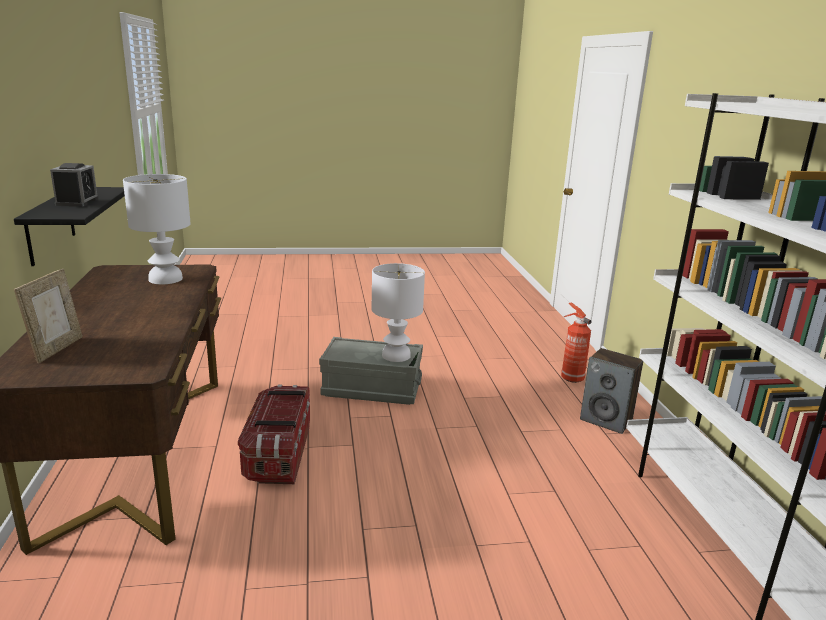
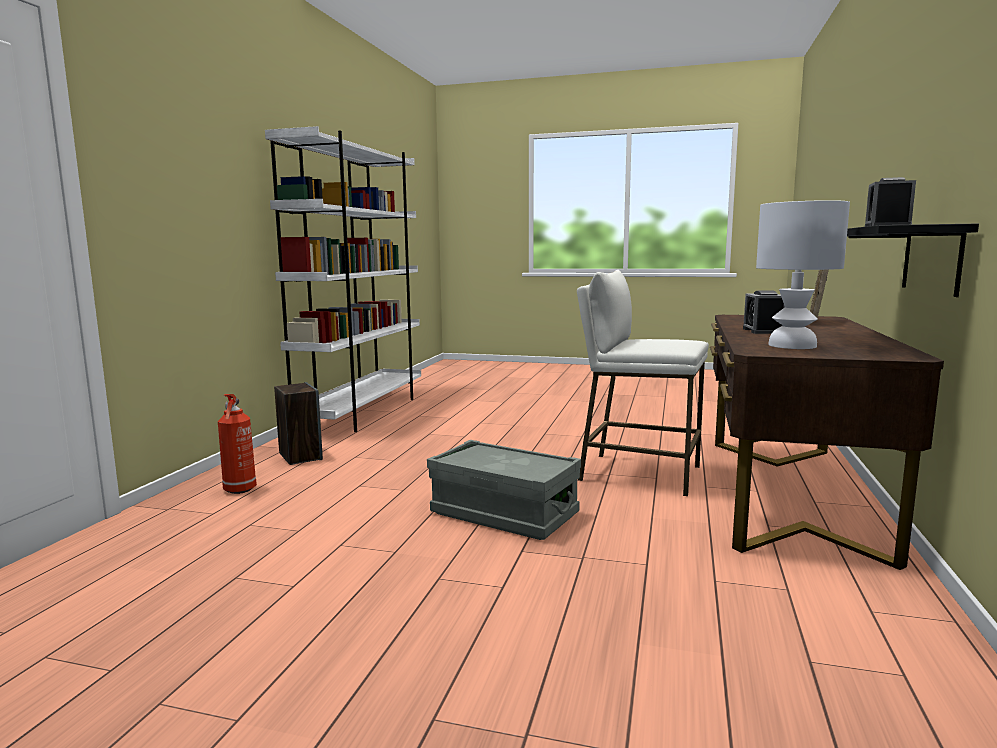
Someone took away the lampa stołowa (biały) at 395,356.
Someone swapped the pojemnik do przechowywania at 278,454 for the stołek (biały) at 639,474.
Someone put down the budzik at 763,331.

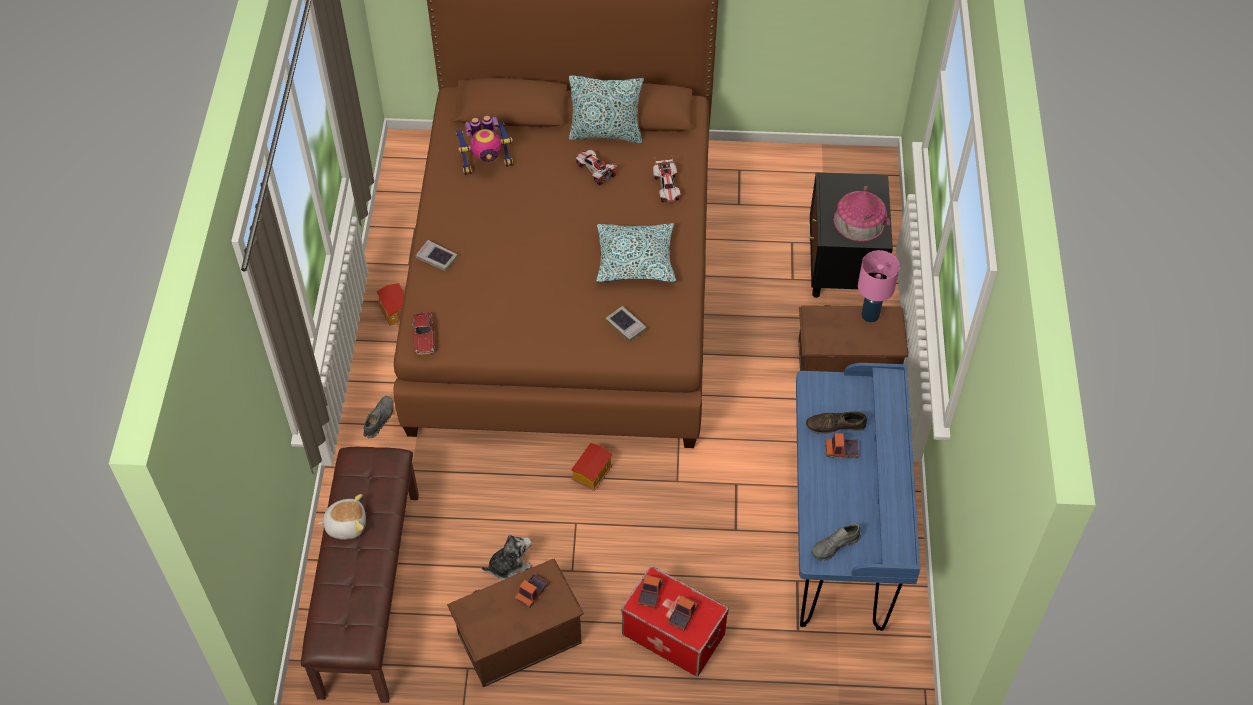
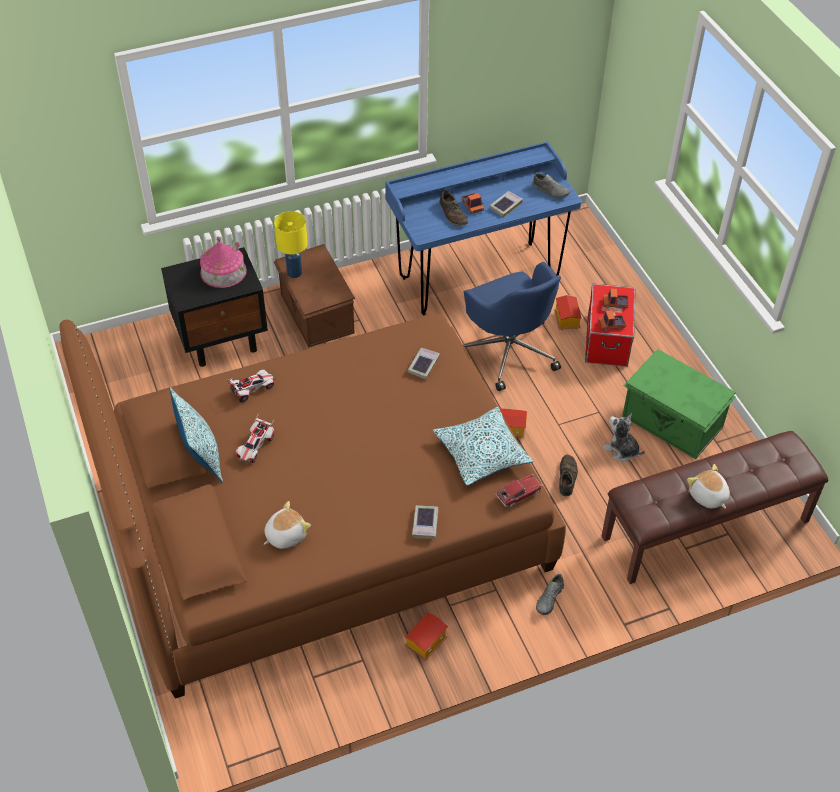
Someone swapped the robot zabawkowy at 486,163 for the pluszak at 285,535.
Someone carried the poduszka from 635,260 to 481,453.
Someone repainted the lampa stołowa (różowy) at 869,315, which became the lampa stołowa (żółty) at 294,273.
Someone rotated the but (szary) at 379,419 by 60 degrees counterclockwise.
Someone repainted the pojemnik do przechowywania (brązowy) at 518,637, which became the pojemnik do przechowywania (zielony) at 672,423.
Someone took away the ciężarówka zabawkowa at 531,593.
Someone put down the książka at 505,206.
Someone put down the krzesło biurowe (niebieski) at 508,350.
Someone put down the domek at 566,320.
Someone put down the but (brązowy) at 567,477.

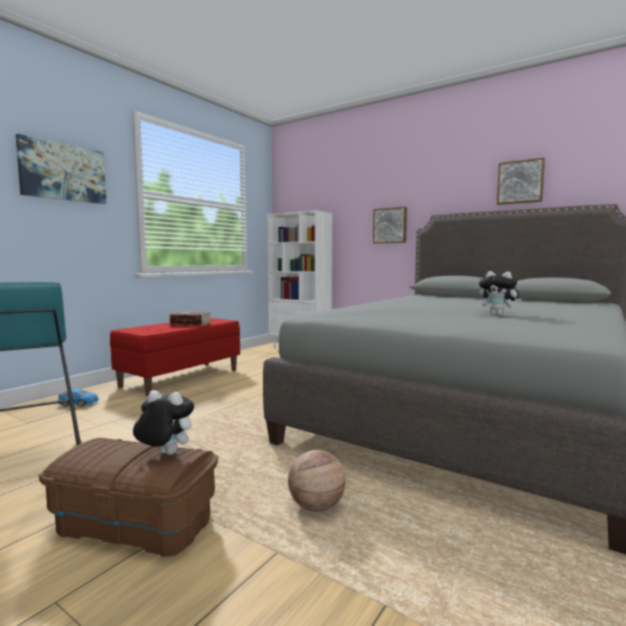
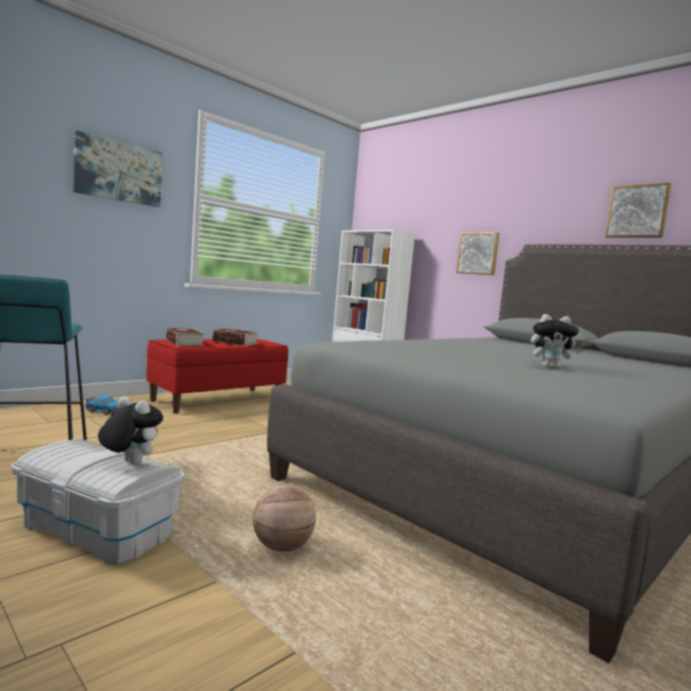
Someone rotated the pluszak at 498,315 by 45 degrees counterclockwise.
Someone repainted the pojemnik do przechowywania (brązowy) at 136,523, which became the pojemnik do przechowywania (biały) at 98,529.
Someone put down the książka at 184,343.

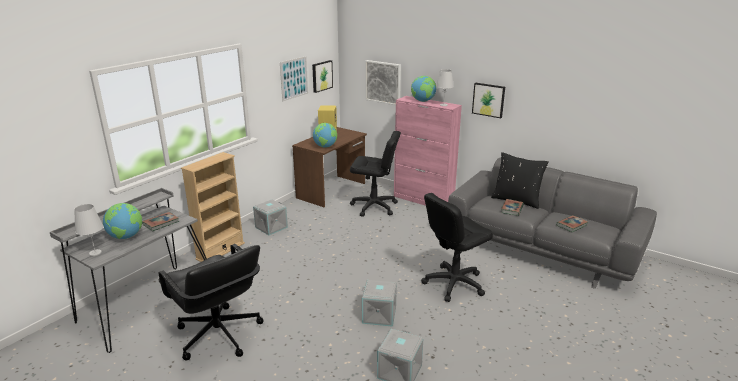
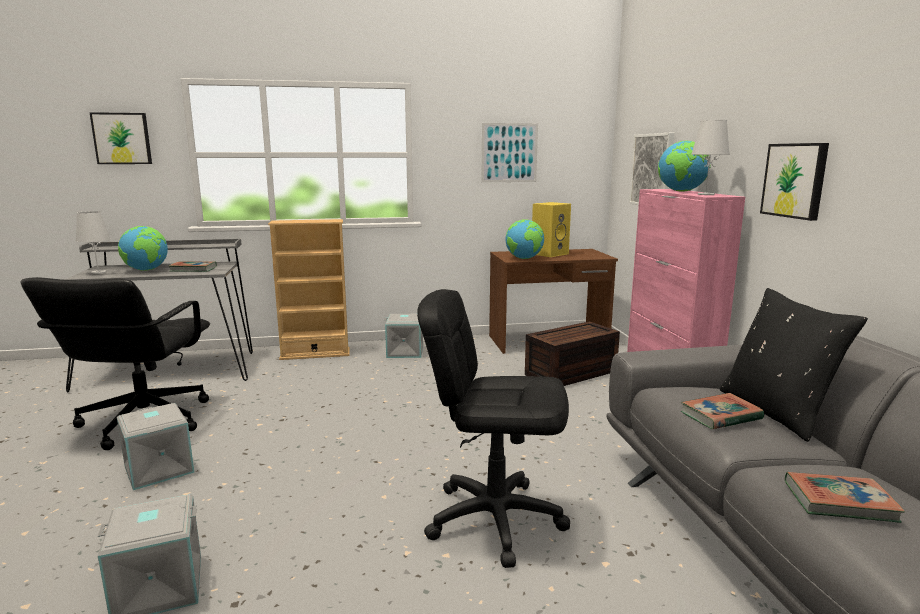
Someone carried the obraz from 321,76 to 122,138.
Someone swapped the krzesło biurowe (czarny) at 374,207 for the pojemnik do przechowywania (brązowy) at 571,374.
Someone carried the pojemnik do przechowywania (szary) from 379,314 to 160,469.

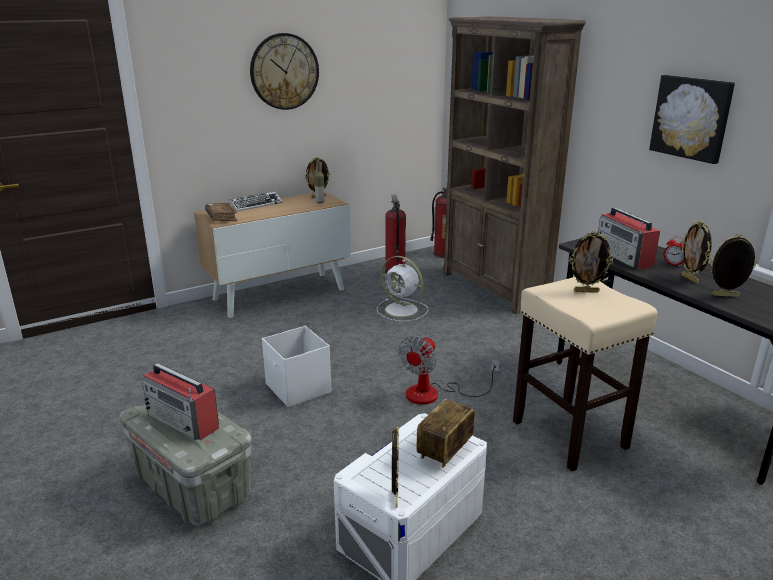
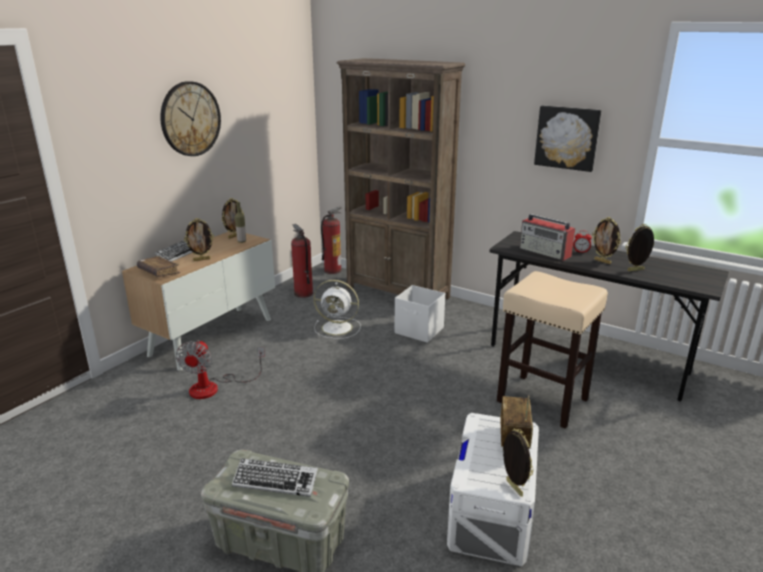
Someone carried the ramka na zdjęcie from 586,291 to 202,259.
Someone carried the pojemnik do przechowywania (biały) from 298,389 to 419,331.
Someone carried the wentylator from 434,394 to 214,387.
Someone swapped the radio at 184,421 for the klawiatura at 275,481.

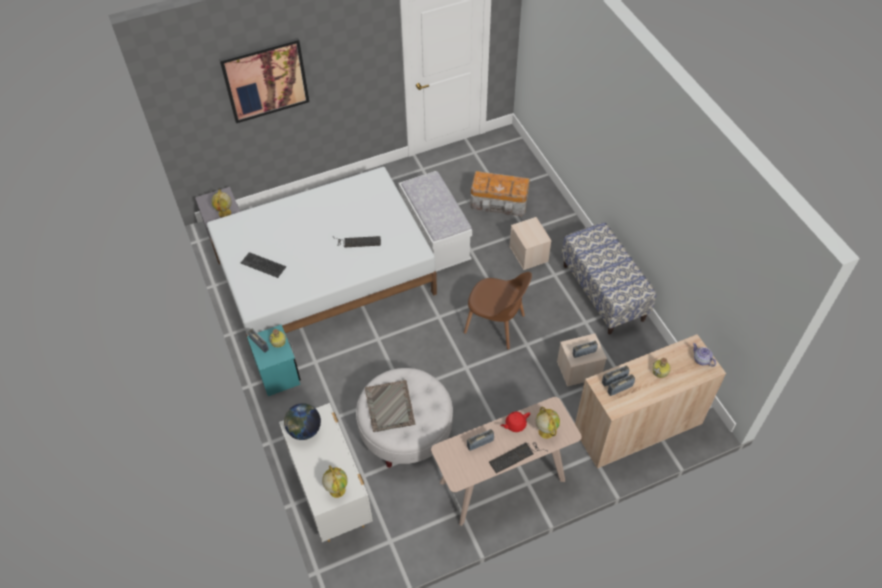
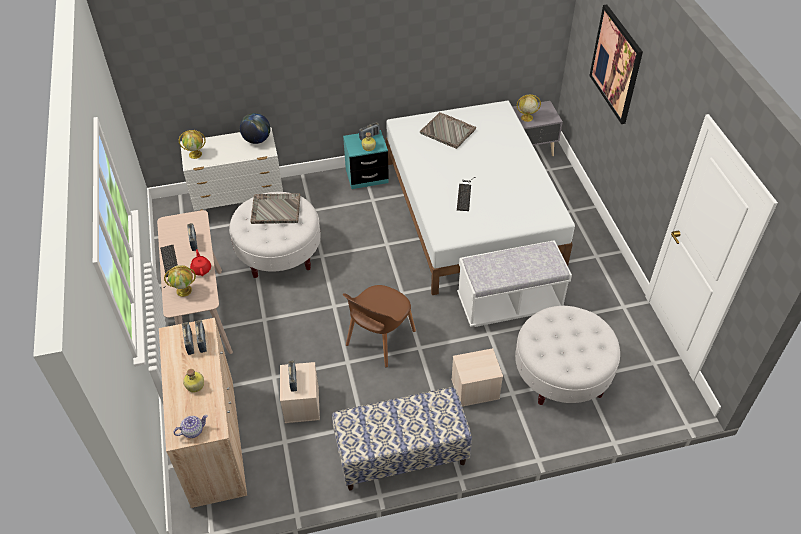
Someone swapped the pojemnik do przechowywania at 500,203 for the pufa (biały) at 561,374.
Someone swapped the klawiatura at 263,265 for the taca (szary) at 448,131.

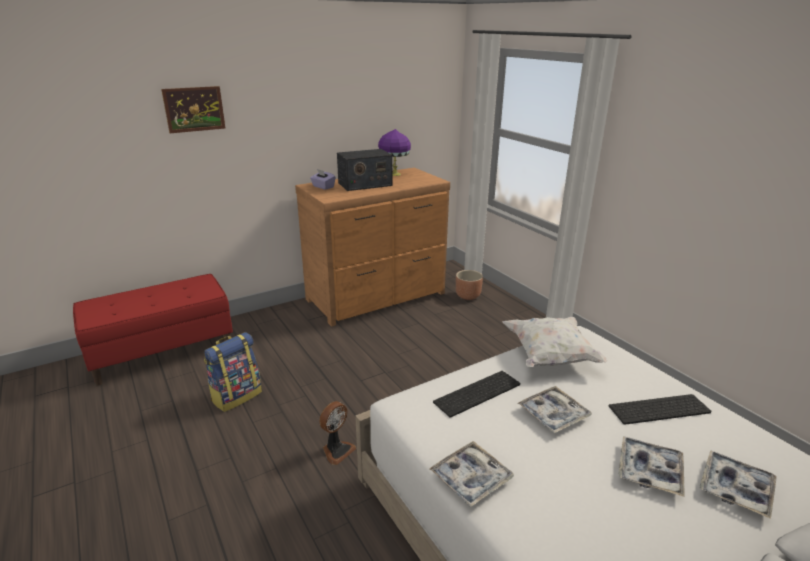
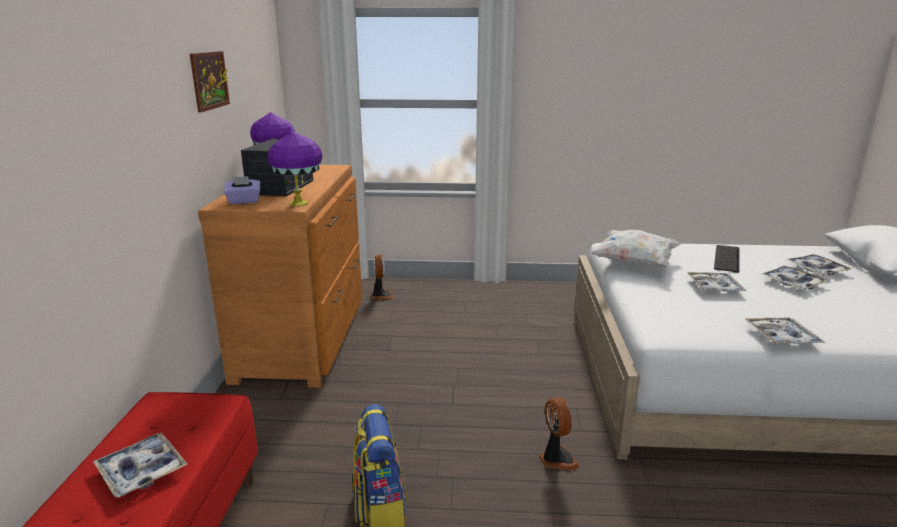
Someone carried the obraz from 194,109 to 209,80.
Someone swapped the donica (brązowy) at 467,296 for the wentylator at 381,295.
Someone took away the klawiatura at 478,394.
Someone put down the lampa stołowa (fioletowy) at 299,203.
Someone put down the taca at 142,471.

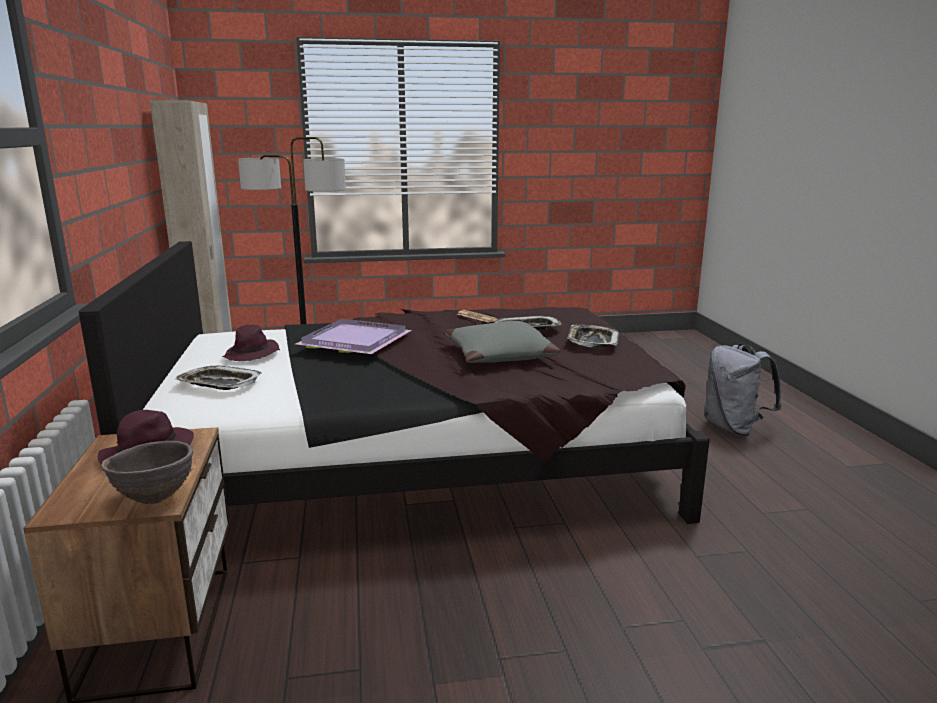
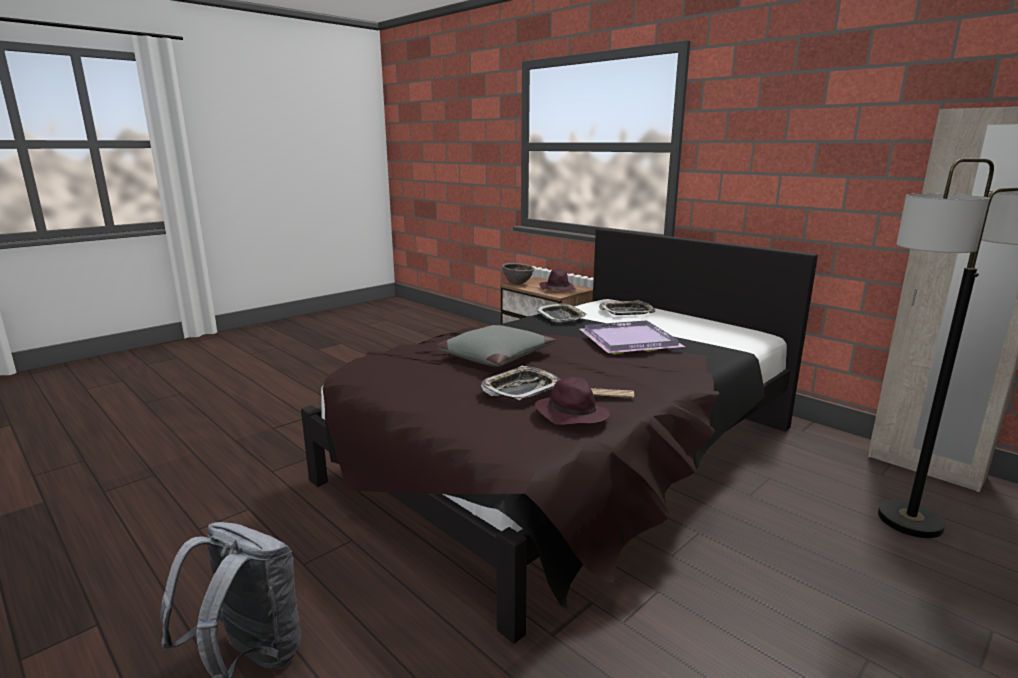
Someone carried the kapelusz (fioletowy) from 252,355 to 570,414.
Someone carried the taca from 592,341 to 561,317.

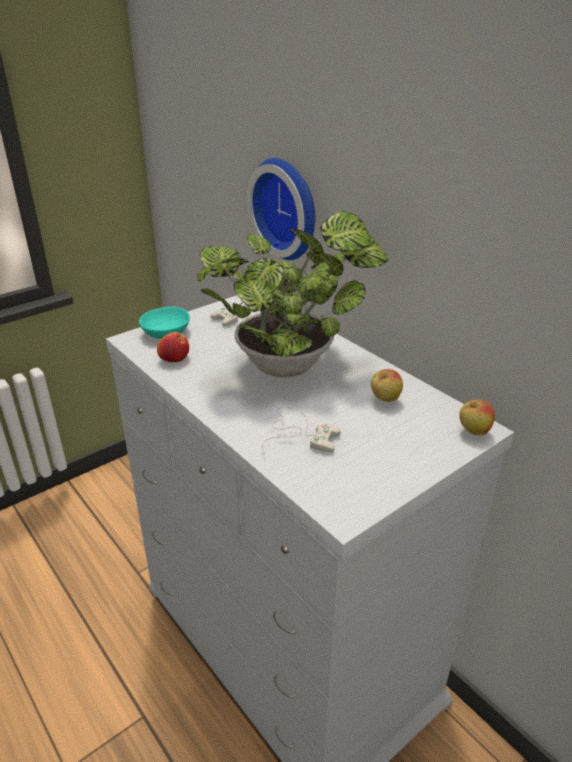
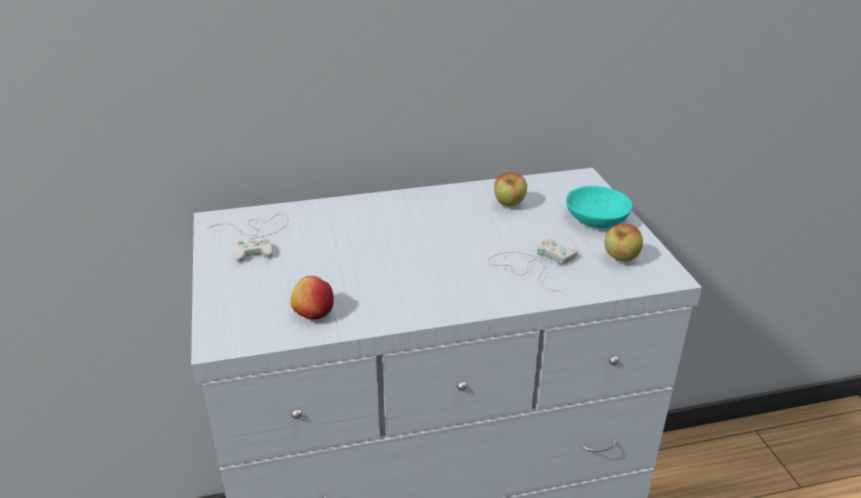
Someone took away the zegar ścienny at 288,208.
Someone took away the roślina doniczkowa at 291,364.
Someone carried the miska (turkusowy) from 165,332 to 594,220.
Someone carried the jabłko from 473,431 to 620,260.

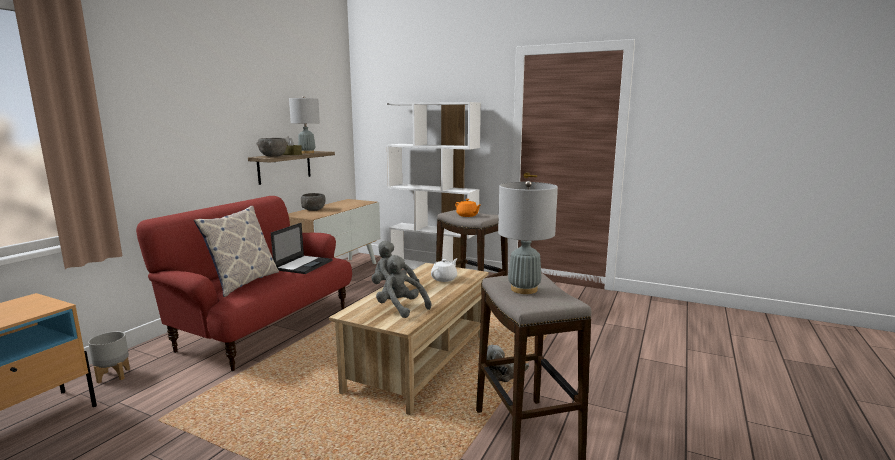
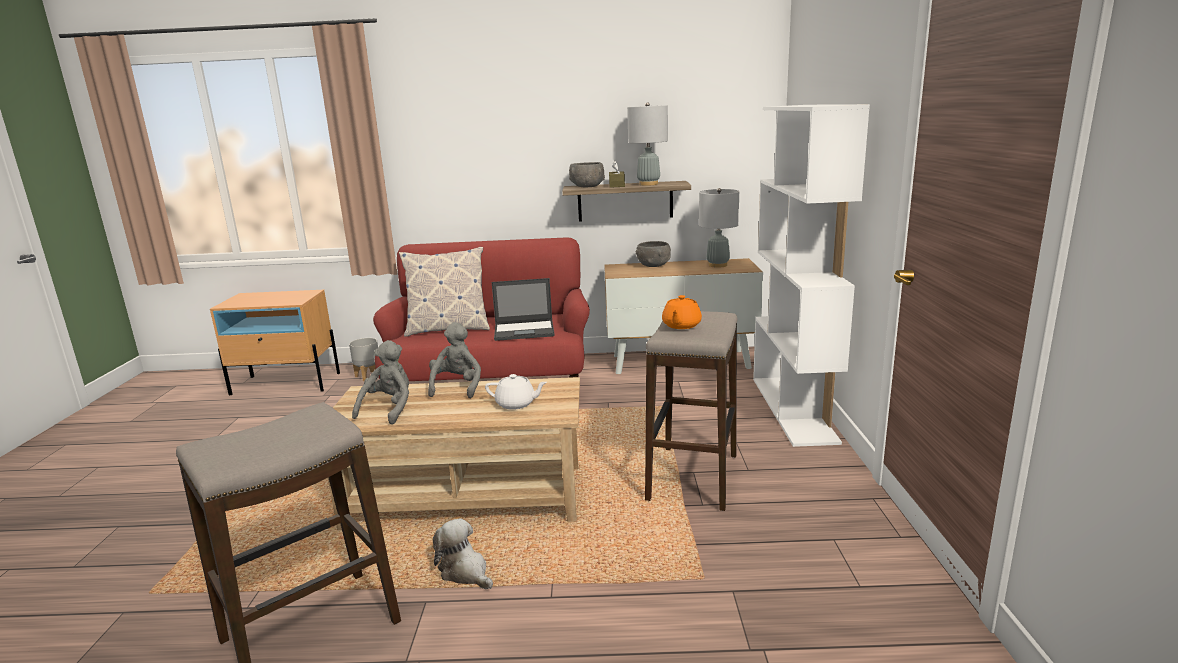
Someone carried the lampa stołowa (szary) from 524,289 to 717,265.

